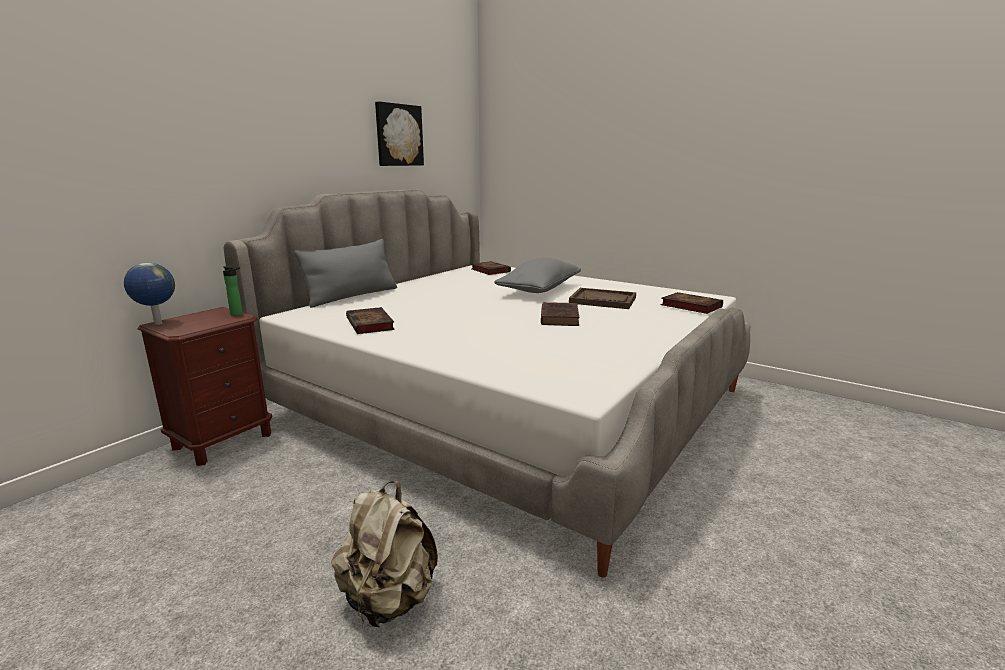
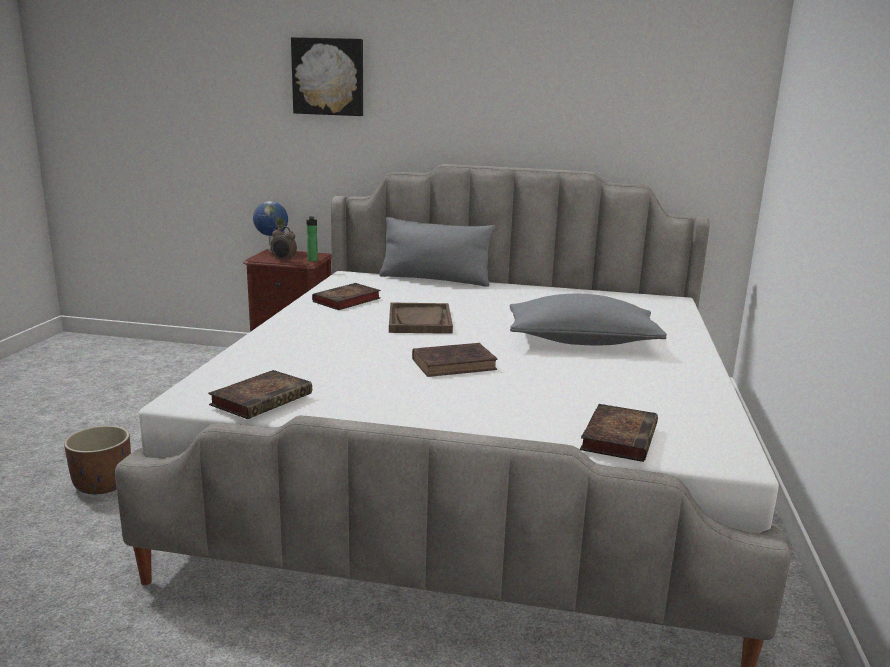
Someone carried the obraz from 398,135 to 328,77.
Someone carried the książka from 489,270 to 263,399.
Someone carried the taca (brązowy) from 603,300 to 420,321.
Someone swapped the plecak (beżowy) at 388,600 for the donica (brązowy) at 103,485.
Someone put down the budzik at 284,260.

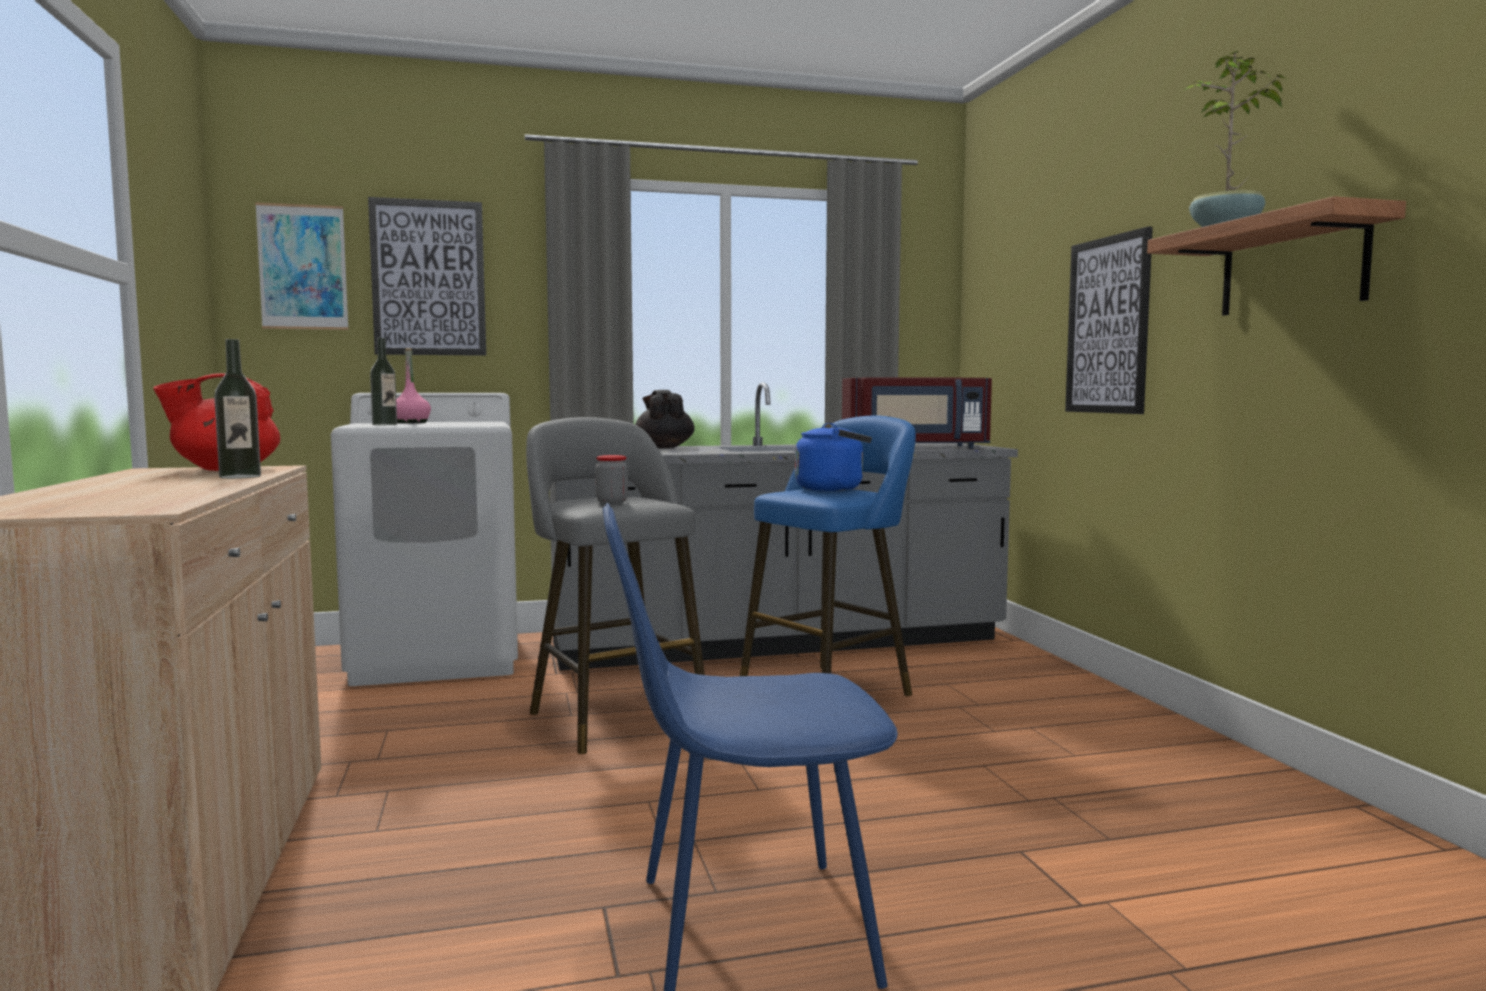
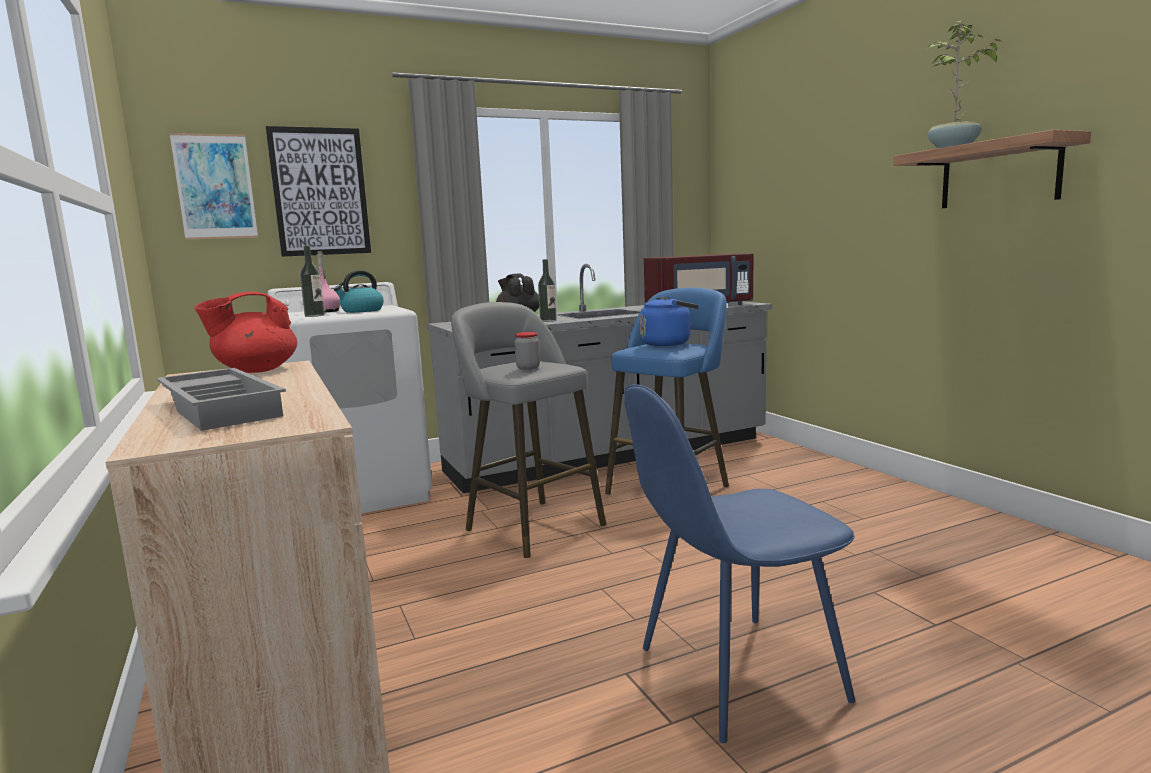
Someone took away the obraz at 1108,325.
Someone carried the butelka from 240,477 to 548,321.
Someone put down the czajnik at 361,311.
Someone put down the taca (szary) at 223,408.

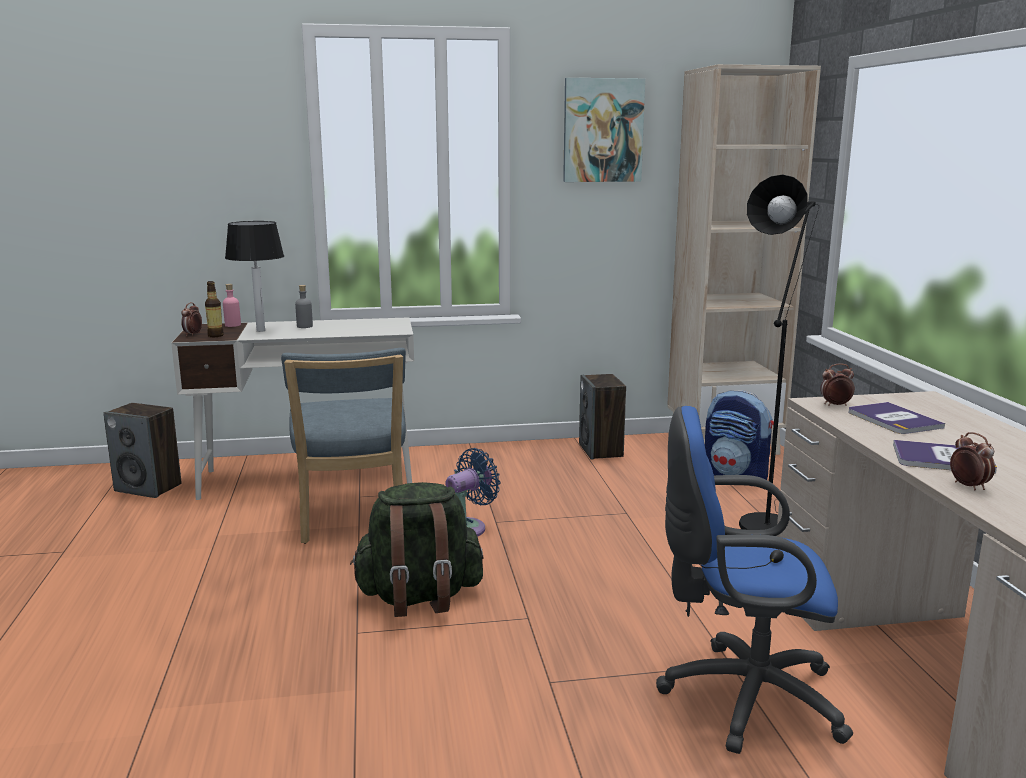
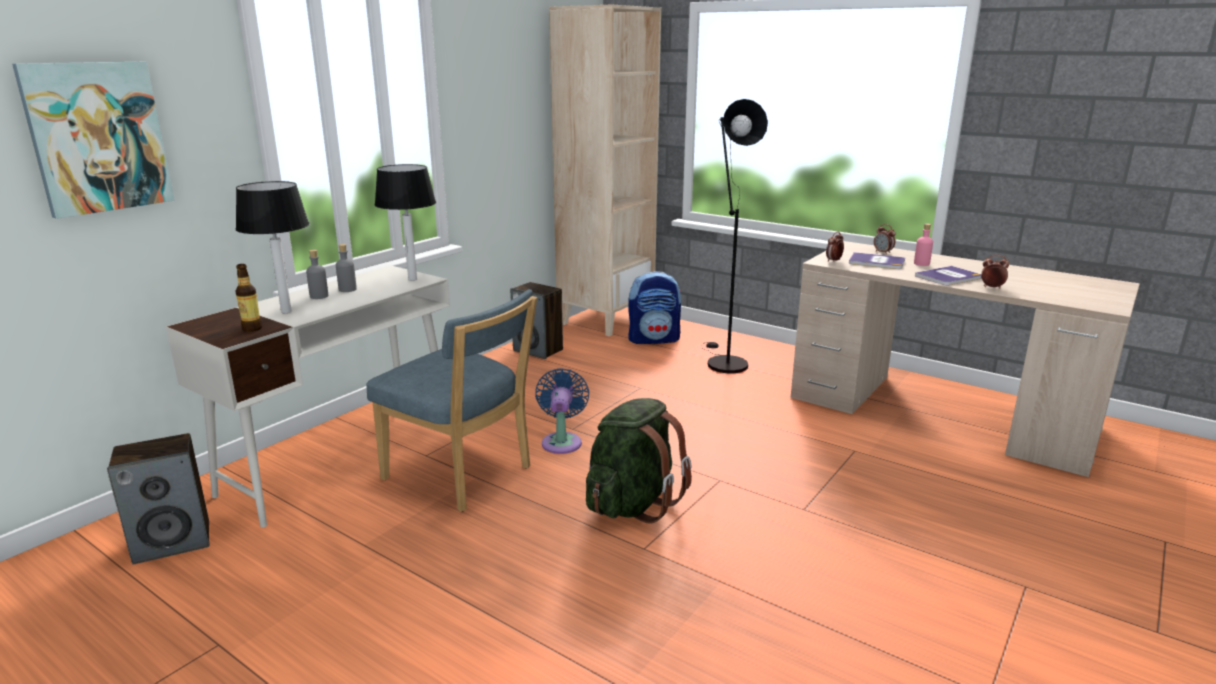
Someone carried the obraz from 602,130 to 97,137.
Someone carried the butelka (różowy) from 232,325 to 921,264.
Someone carried the budzik from 193,334 to 883,252.
Someone took away the krzesło biurowe (niebieski) at 742,697.
Someone put down the lampa stołowa at 412,279.
Someone put down the butelka (szary) at 347,289.

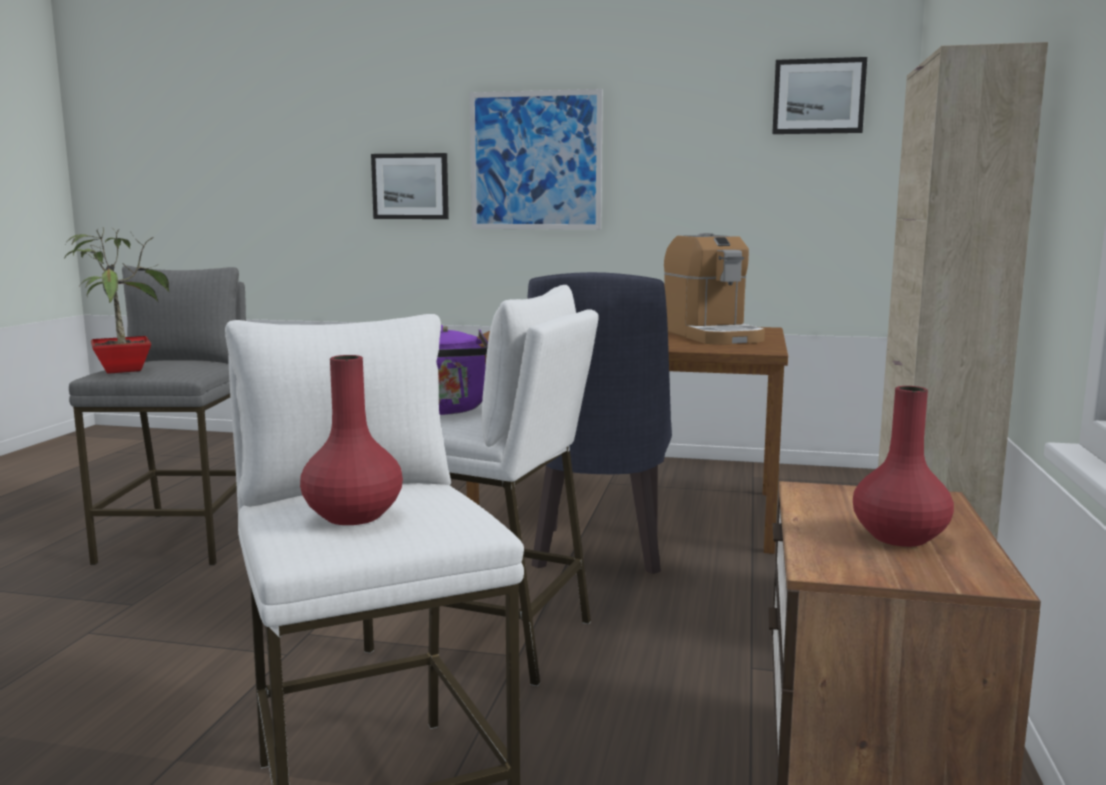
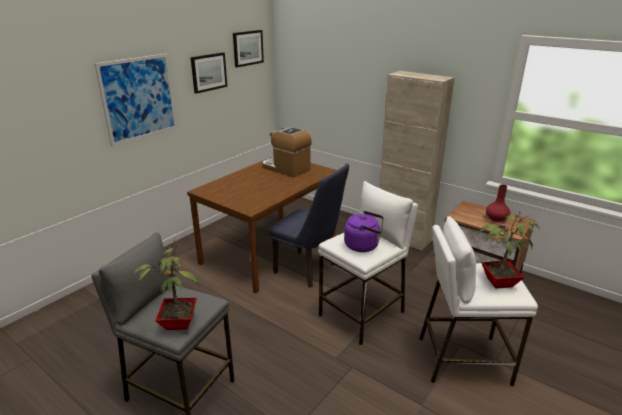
Someone carried the obraz from 410,186 to 208,72.
Someone rotated the ekspres do kawy at 712,335 by 150 degrees counterclockwise.
Someone swapped the wazon (czerwony) at 353,516 for the roślina doniczkowa at 497,283.

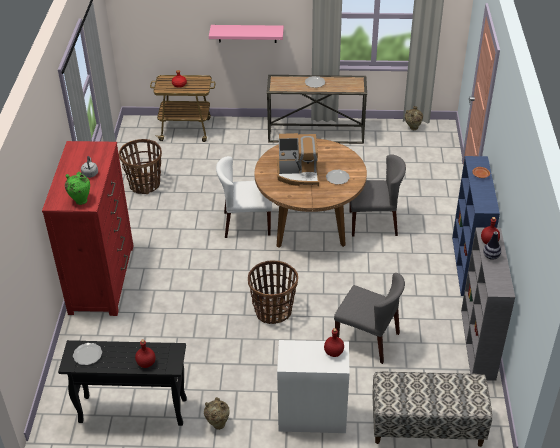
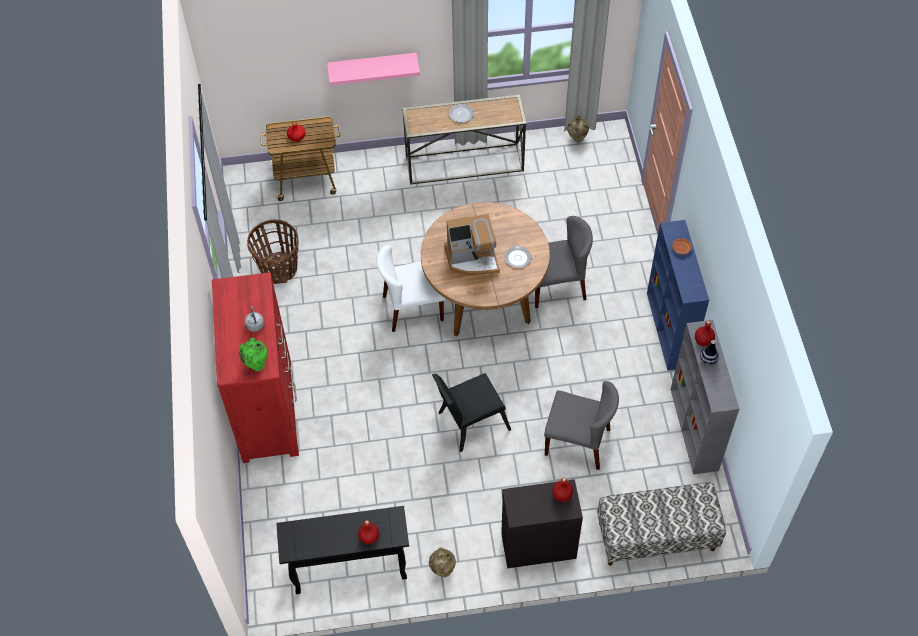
Someone swapped the koszyk at 273,311 for the krzesło (czarny) at 469,422.
Someone repainted the szafka (biały) at 311,416, which became the szafka (czarny) at 537,545.
Someone took away the talerz at 87,355.

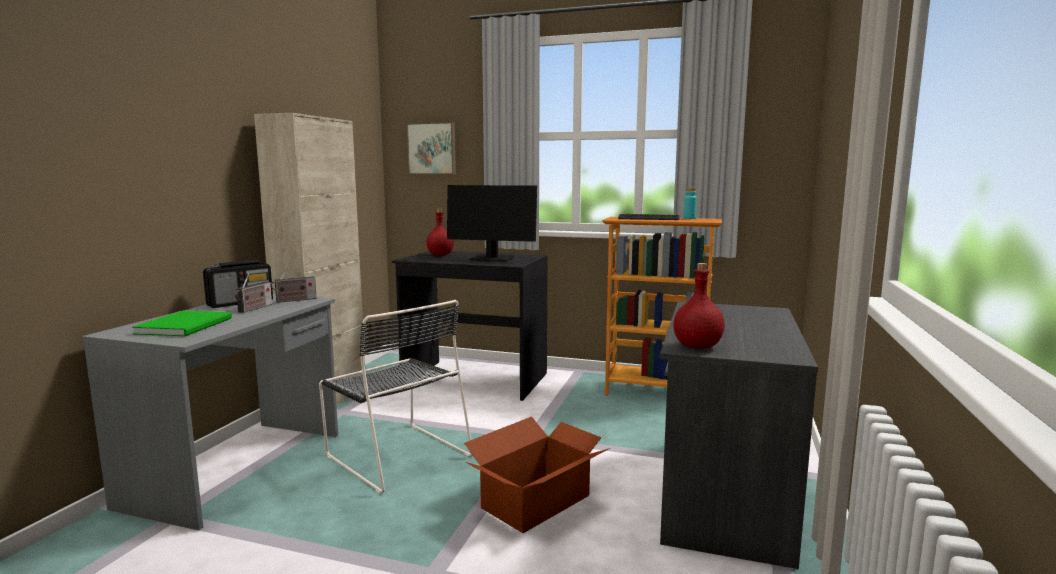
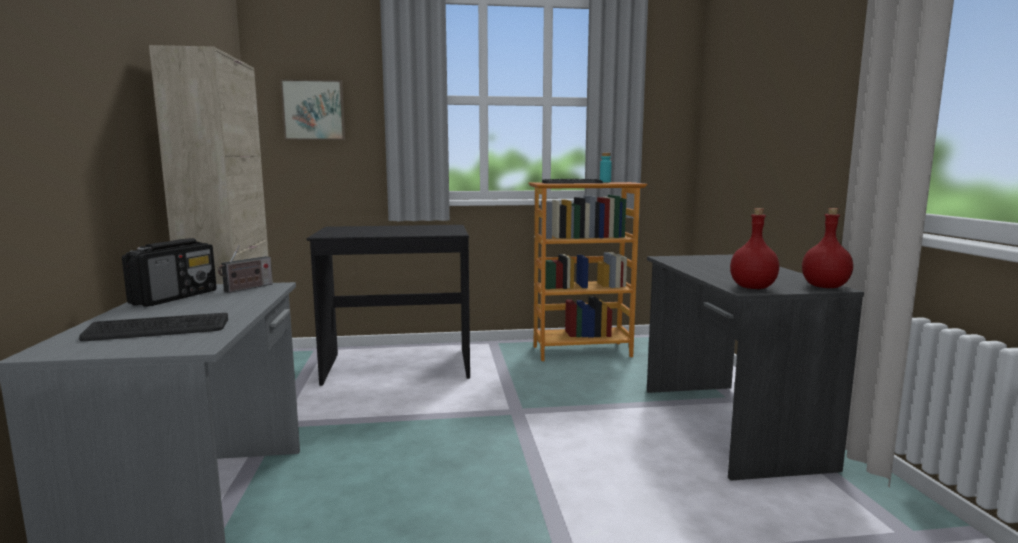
Someone took away the monitor at 492,259.
Someone carried the butelka (czerwony) from 440,255 to 825,287.
Someone took away the radio at 254,308.
Someone took away the krzesło (czarny) at 396,454.
Someone swapped the książka (zielony) at 188,325 for the klawiatura at 157,329.
Someone took away the karton at 537,502.

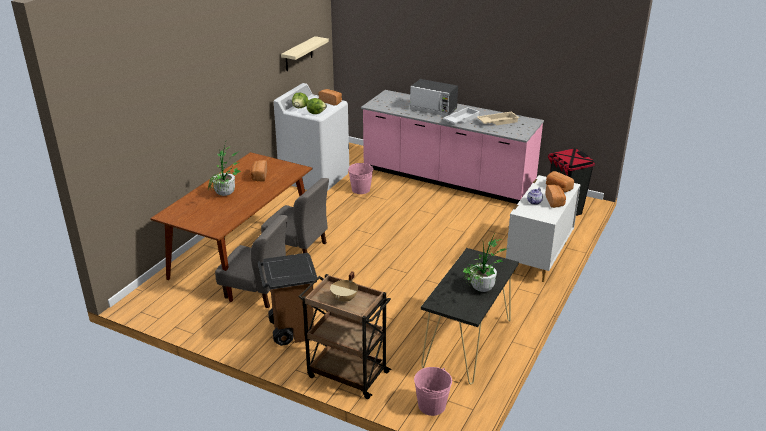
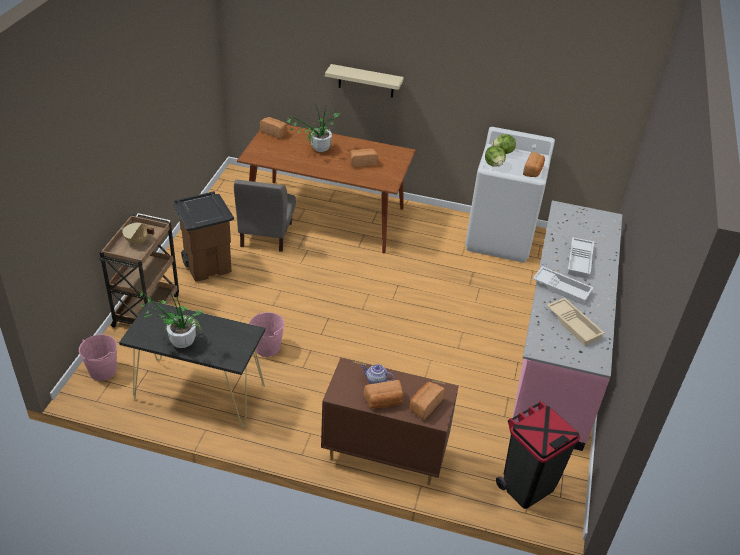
Someone carried the półka (beżowy) from 298,54 to 366,81.
Someone swapped the mikrofalówka at 433,109 for the taca (biały) at 580,261.
Someone carried the wiadro (różowy) from 361,189 to 267,347.
Someone repainted the komoda (biały) at 538,258, which became the komoda (brązowy) at 383,454.
Someone took away the krzesło (szary) at 298,247.
Someone put down the chleb at 274,132.

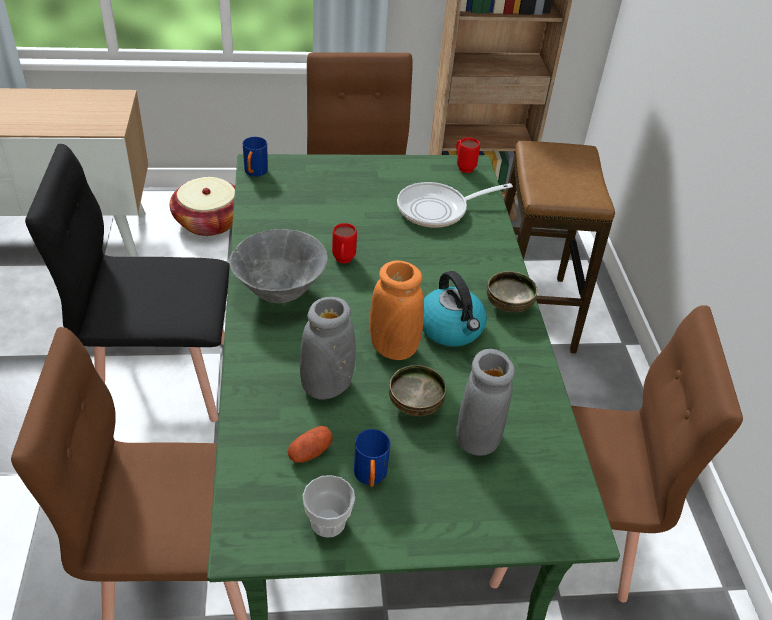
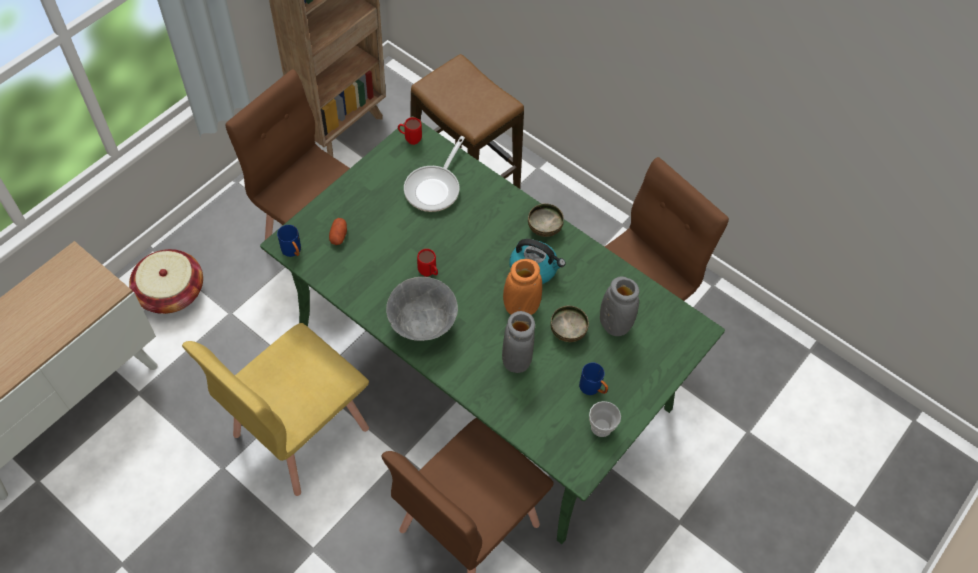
Someone repainted the krzesło (czarny) at 163,377, which became the krzesło (żółty) at 299,432.
Someone carried the ziemniak from 310,452 to 338,236.

